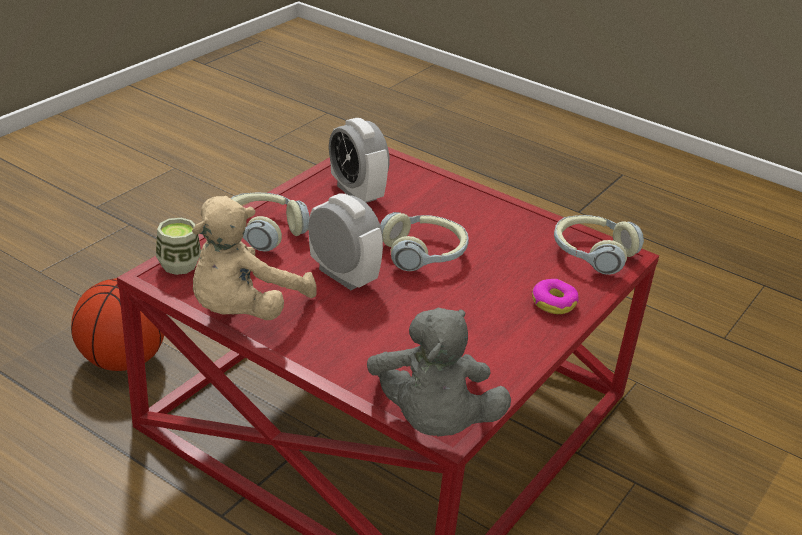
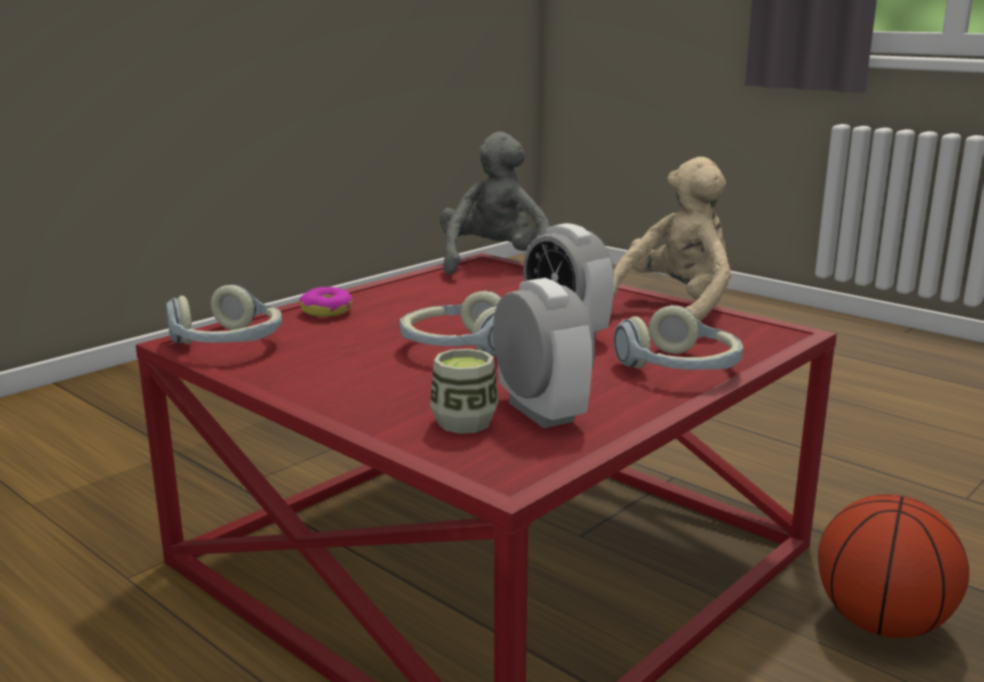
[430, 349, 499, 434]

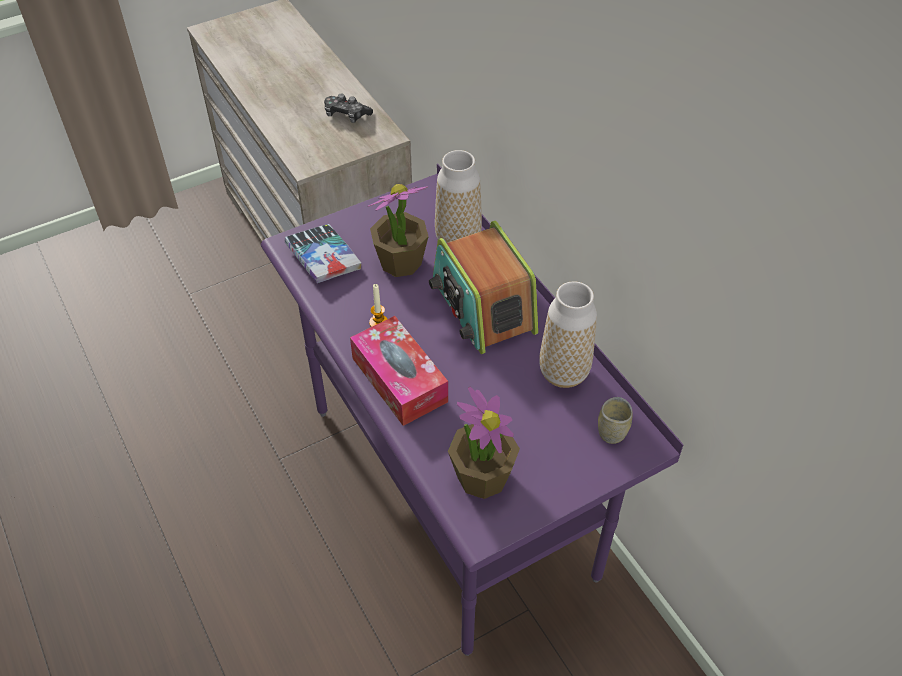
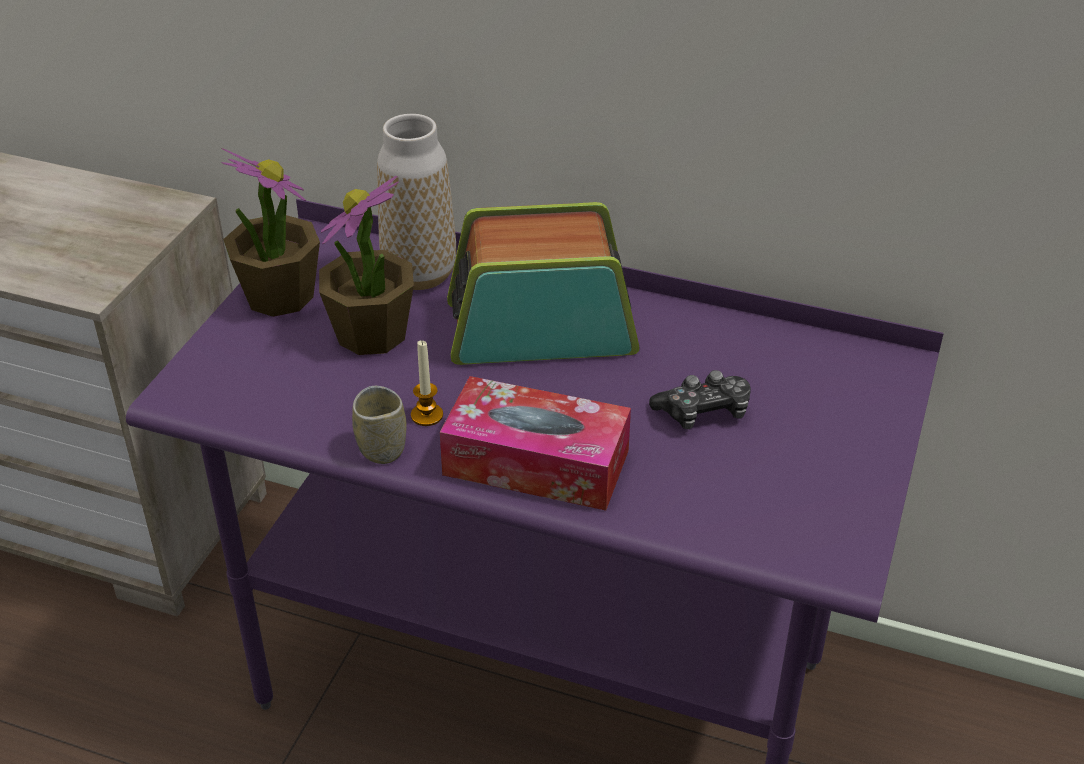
[221, 148, 320, 317]
[352, 386, 407, 464]
[447, 202, 640, 365]
[649, 370, 751, 429]
[285, 224, 362, 283] (first image)
[539, 281, 597, 388] (first image)

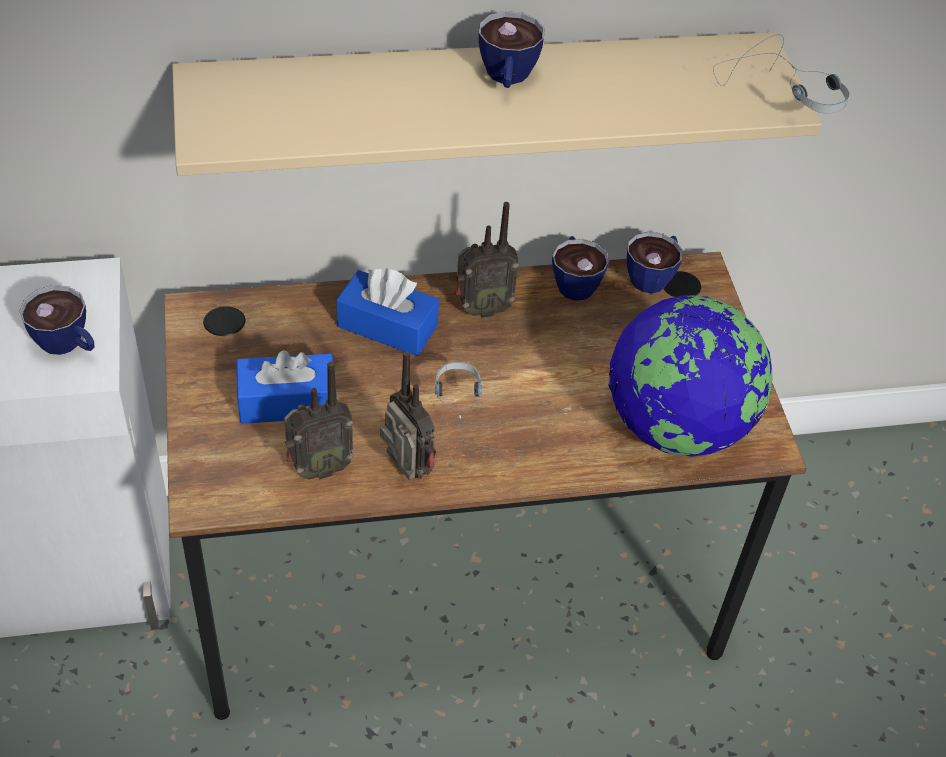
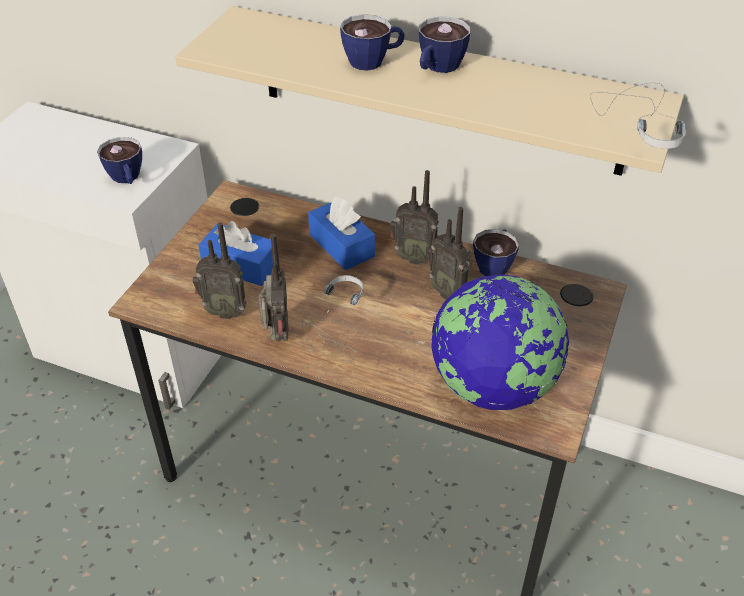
[340, 14, 405, 71]
[428, 207, 472, 300]

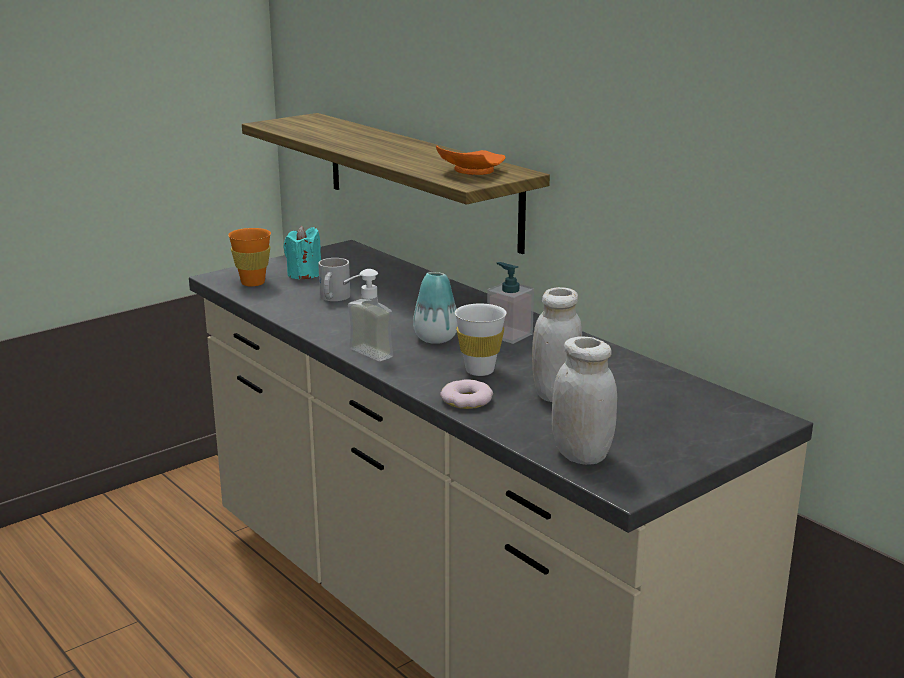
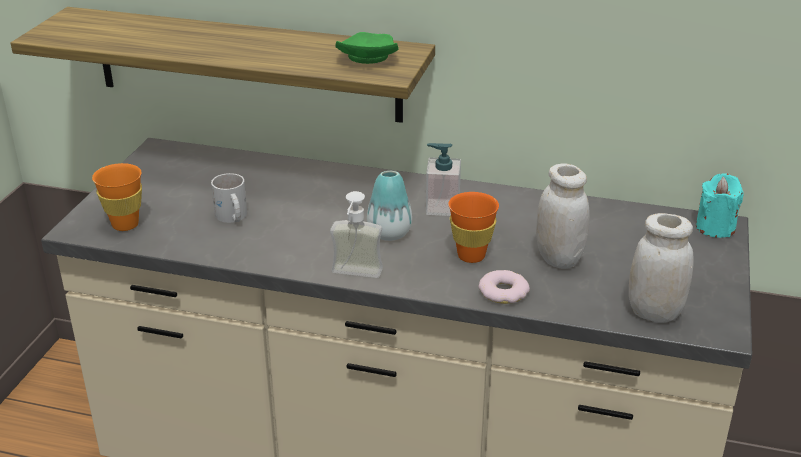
[335, 32, 399, 64]
[448, 192, 499, 263]
[696, 173, 744, 238]

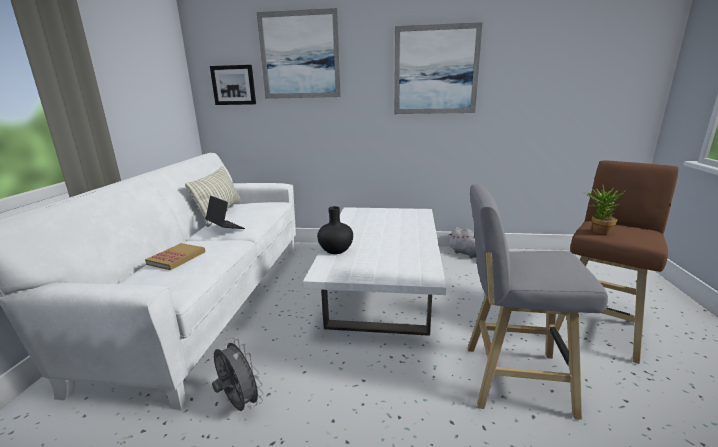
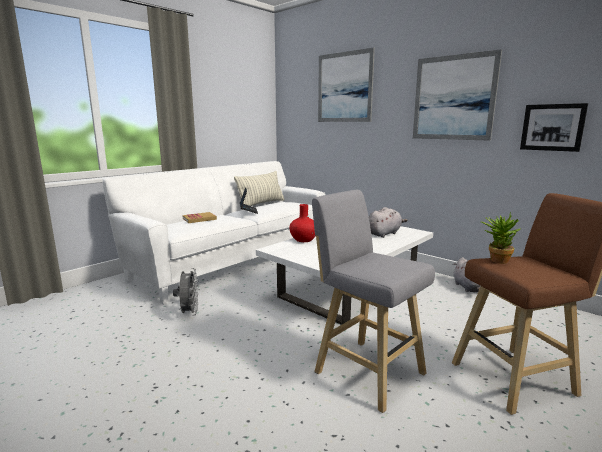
[289, 204, 316, 242]
[369, 207, 408, 238]
[520, 103, 588, 152]

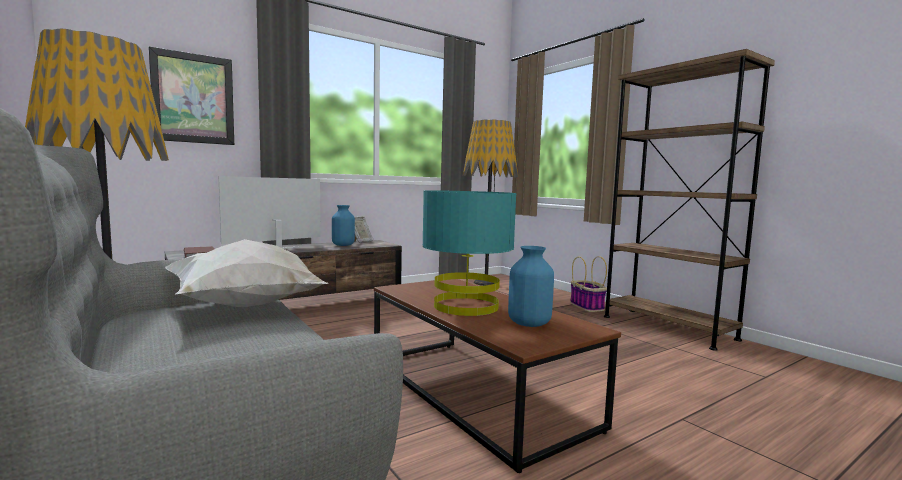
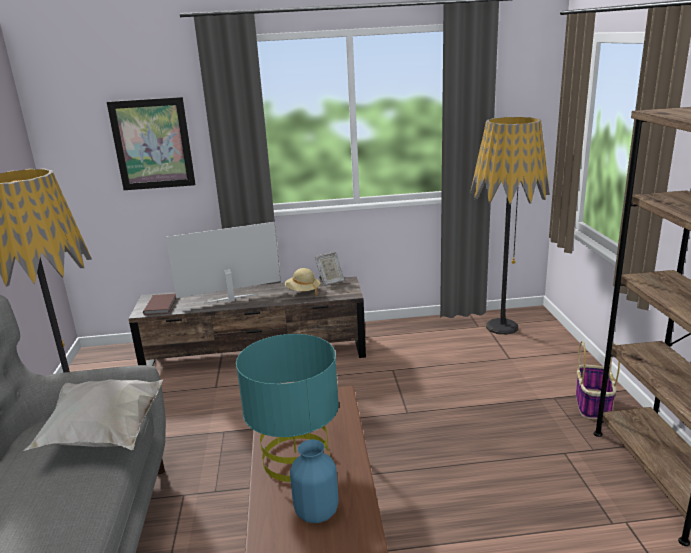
[285, 268, 320, 295]

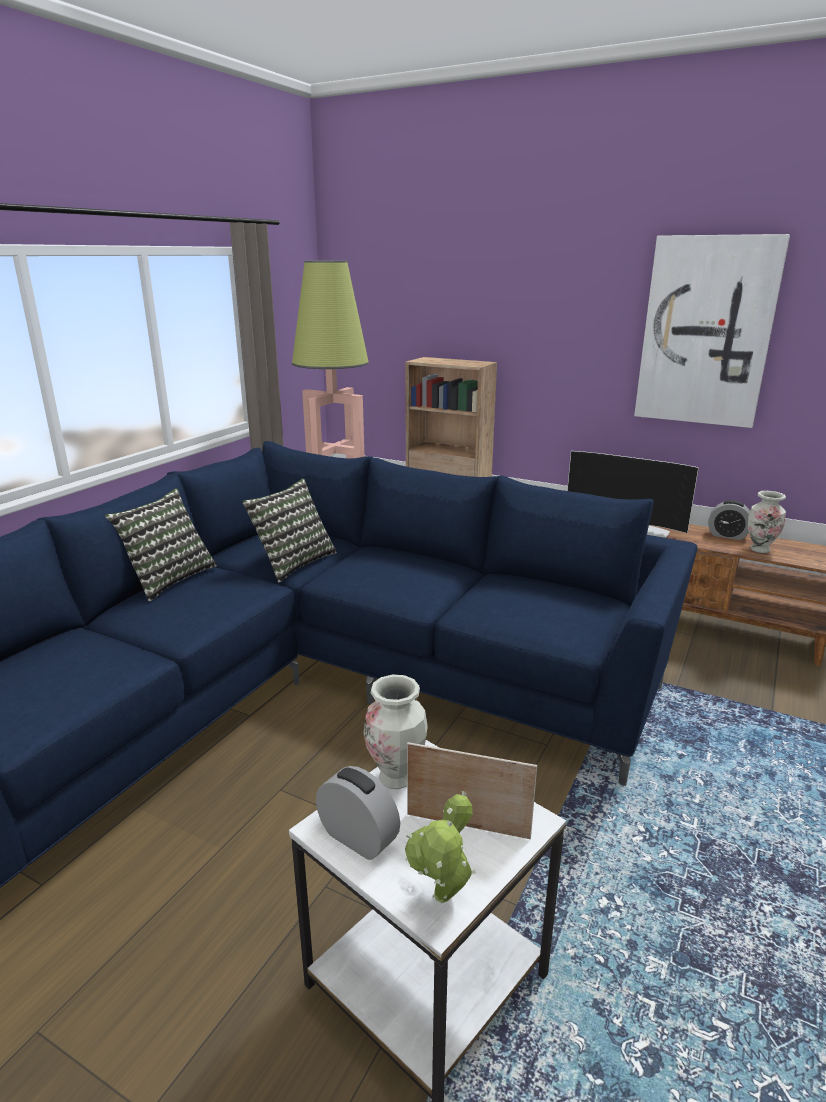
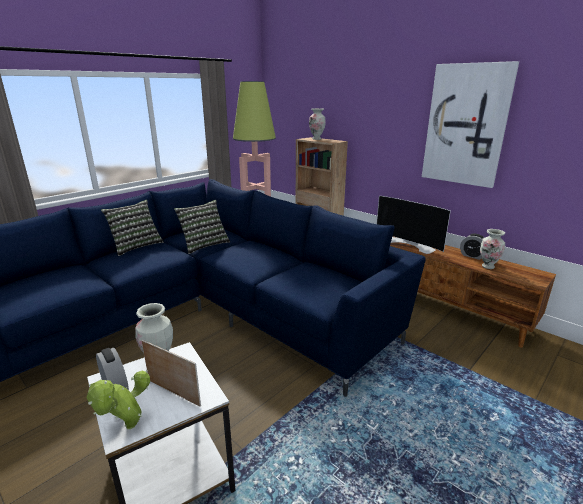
[309, 108, 326, 140]

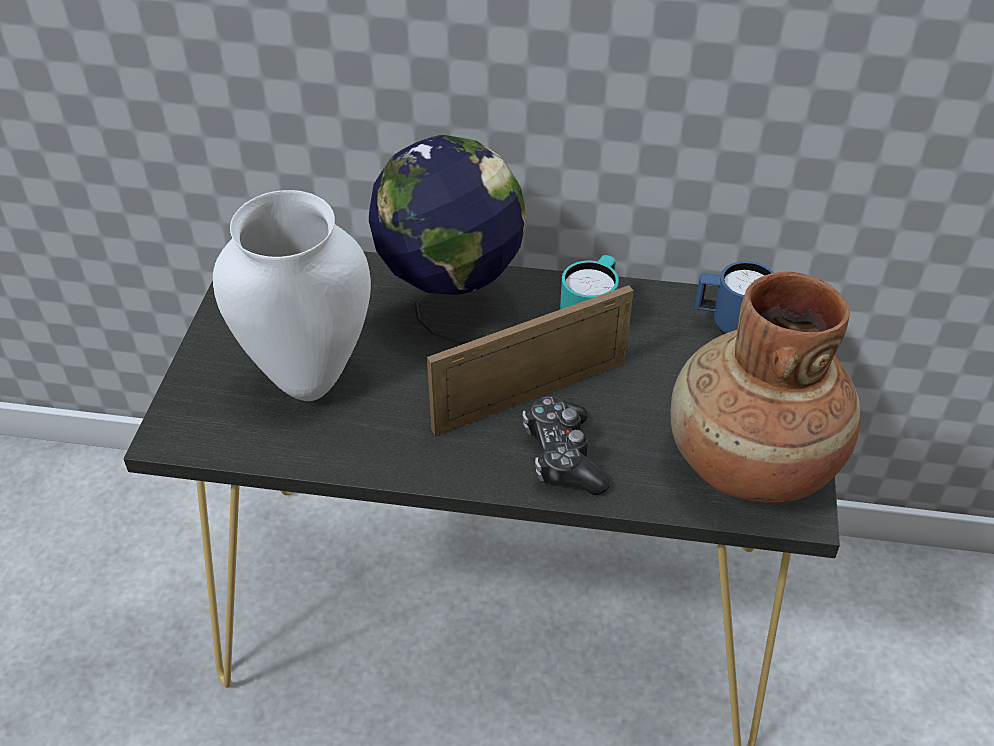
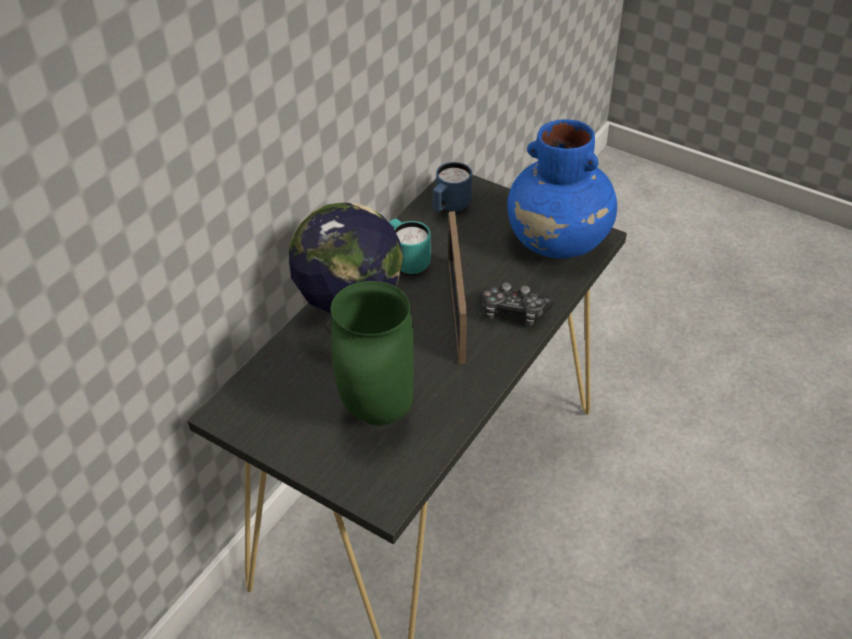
[331, 281, 414, 426]
[507, 119, 617, 258]

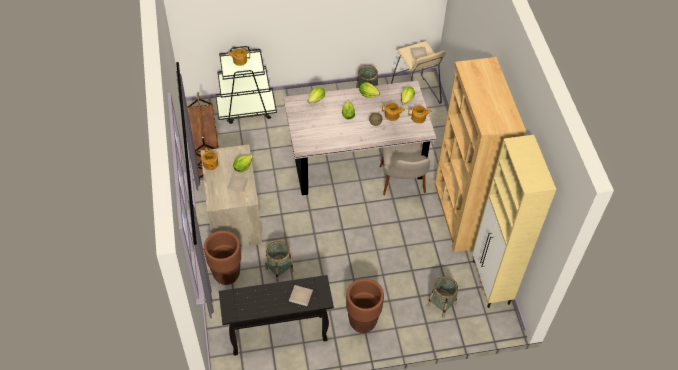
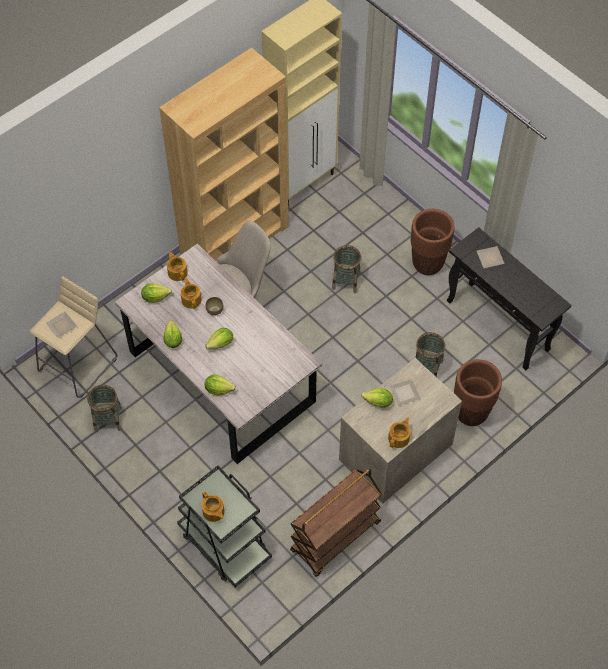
[332, 245, 361, 293]

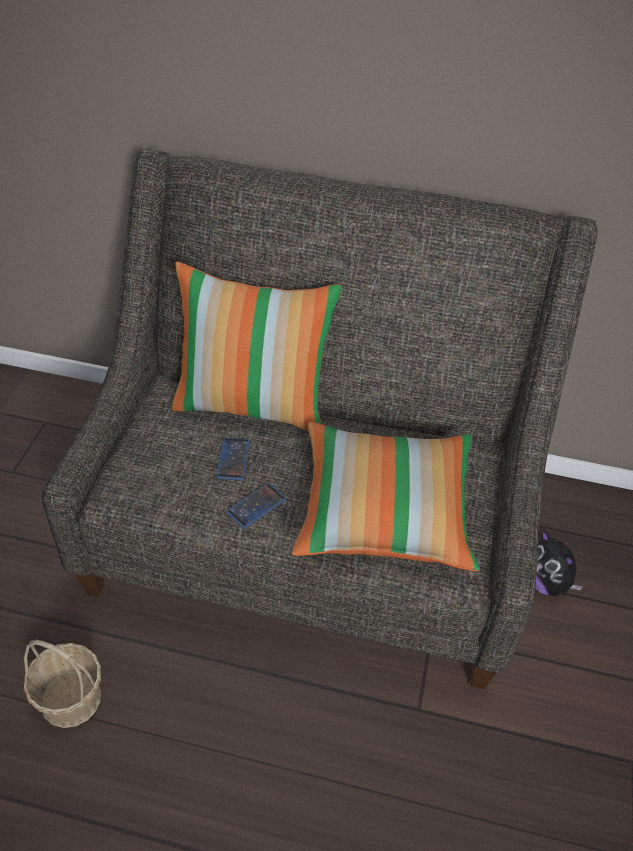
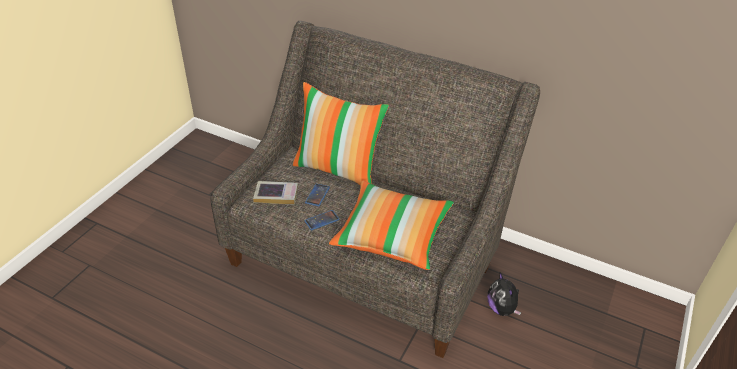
[253, 181, 298, 204]
[24, 640, 101, 728] (first image)

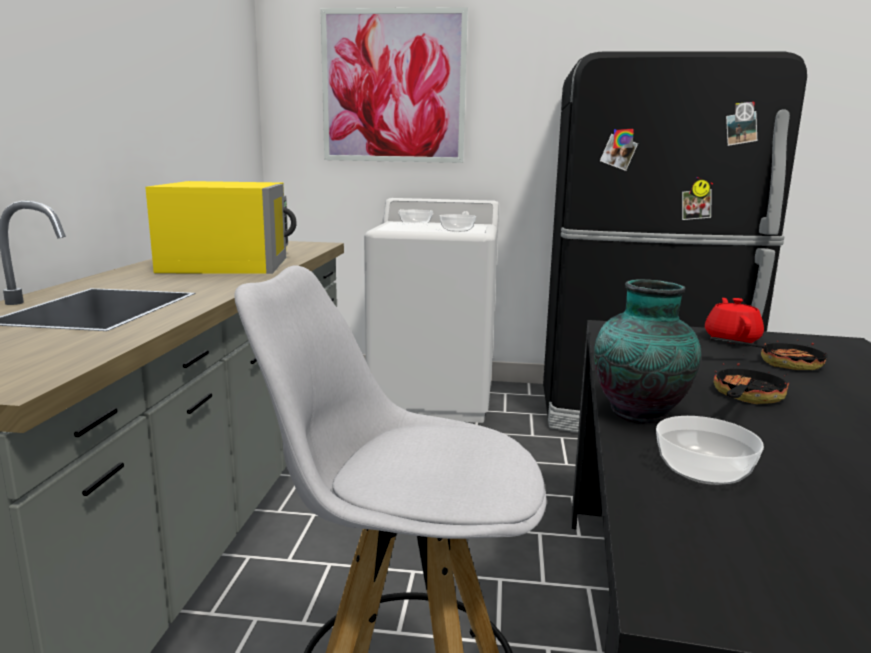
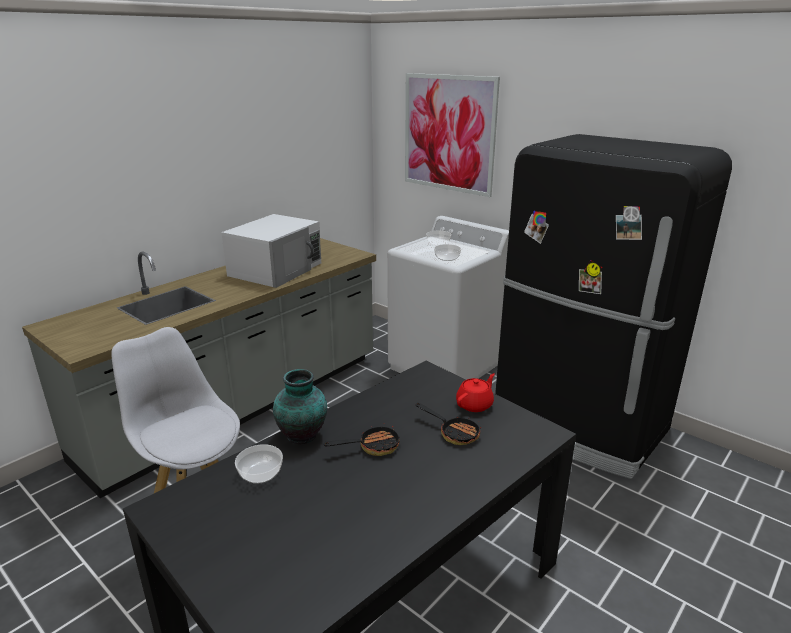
[221, 214, 321, 288]

